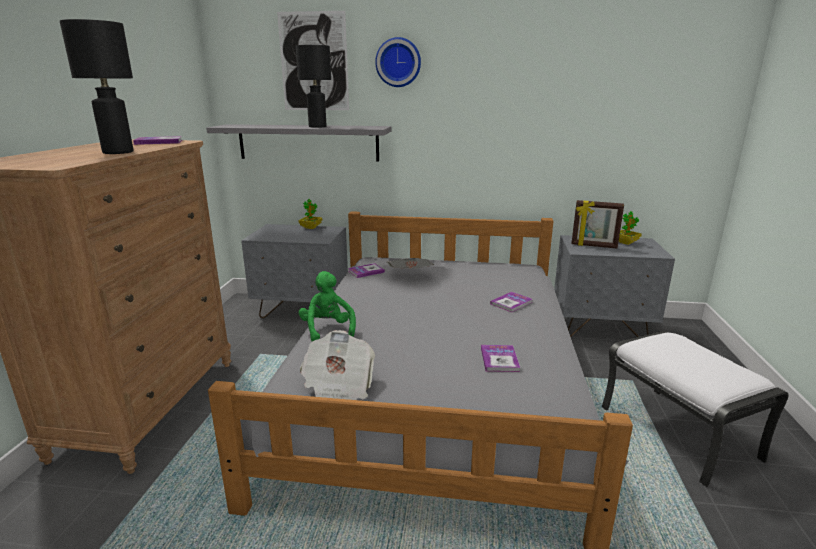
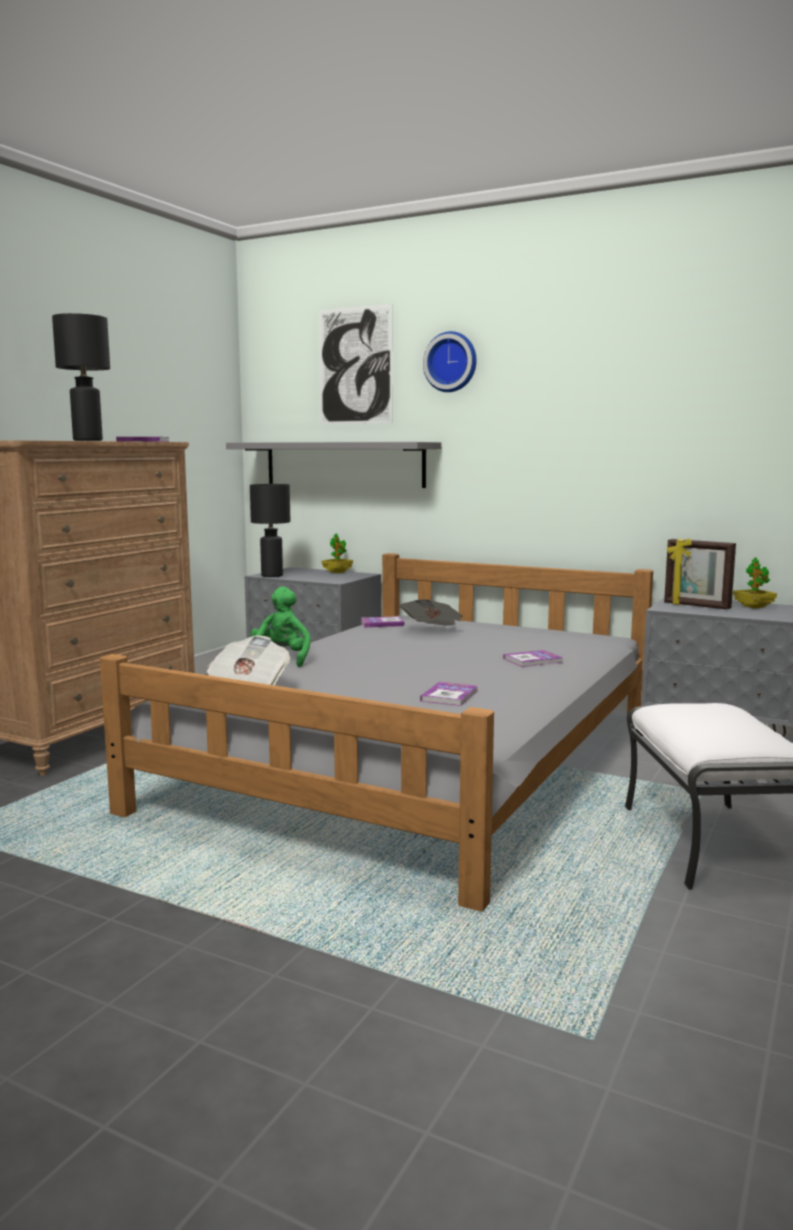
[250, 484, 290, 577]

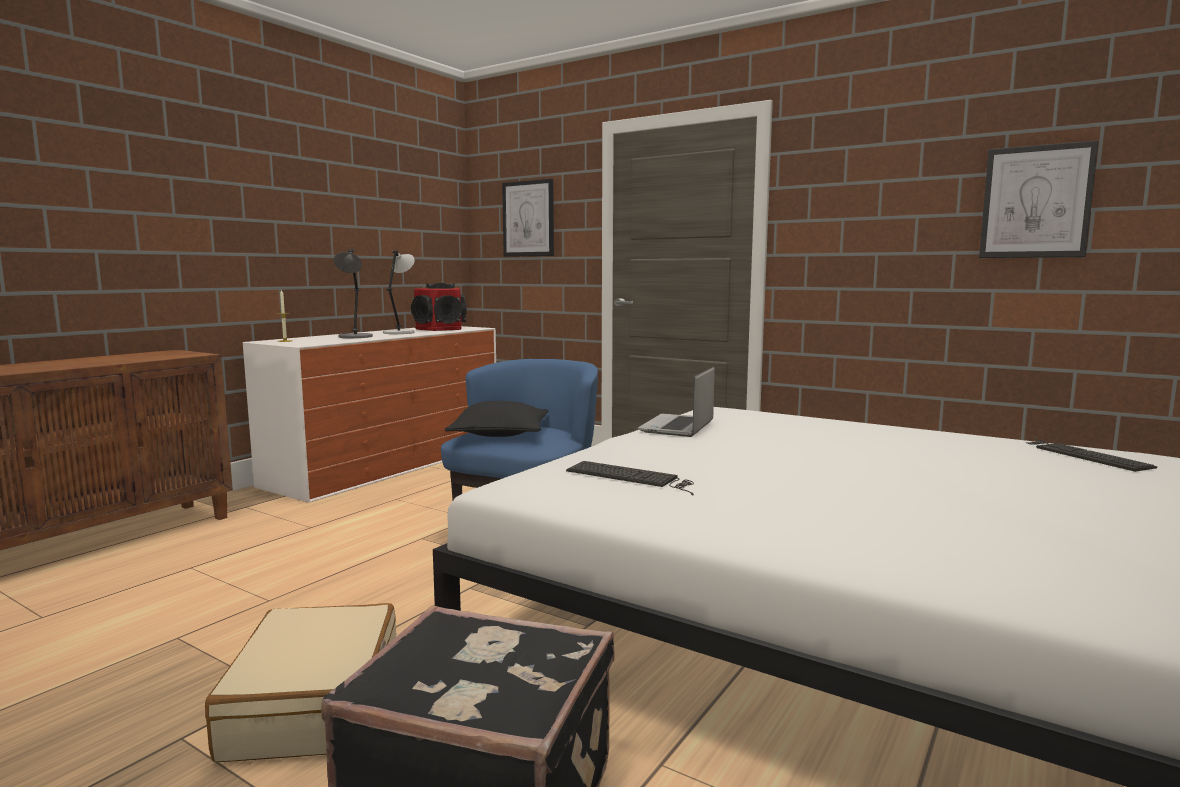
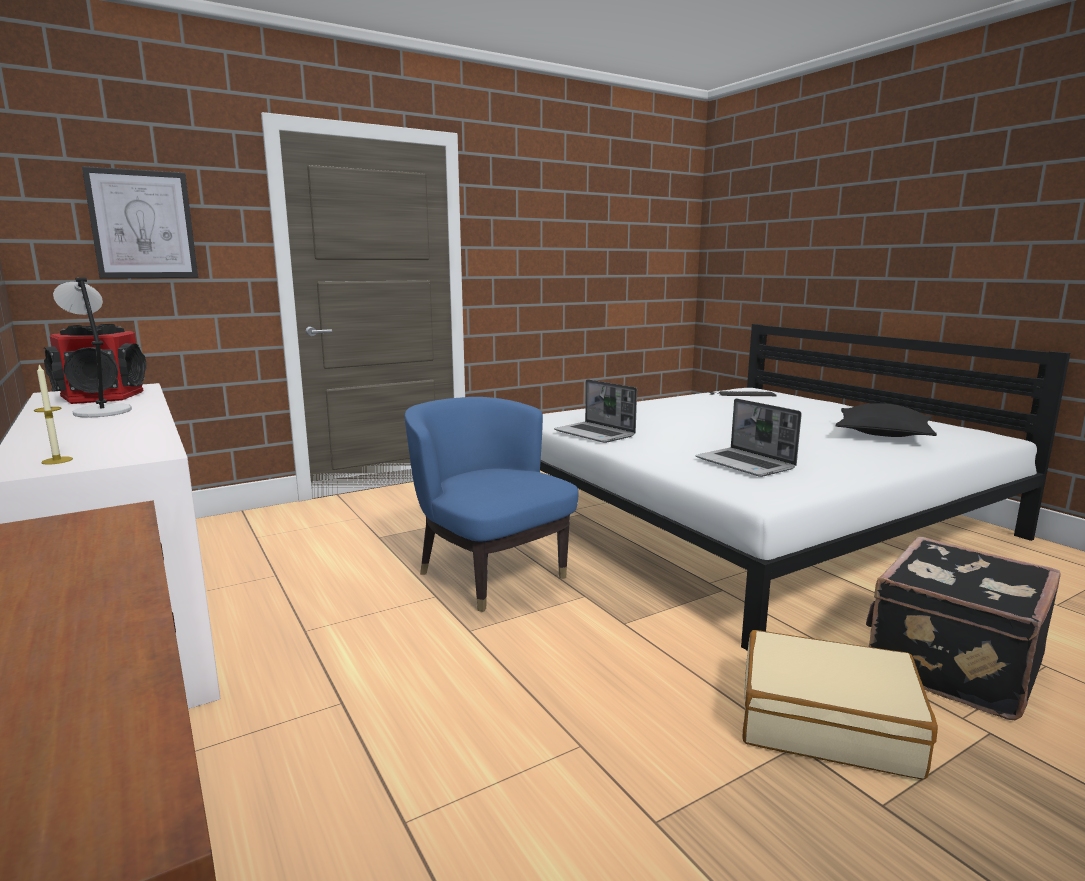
[695, 398, 802, 477]
[835, 403, 937, 437]
[334, 249, 373, 338] (first image)
[979, 140, 1099, 258] (first image)

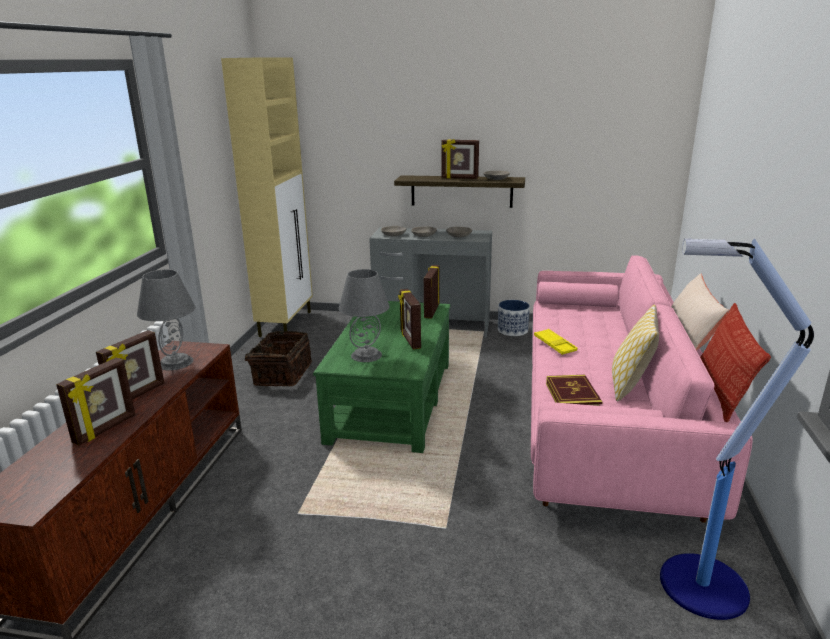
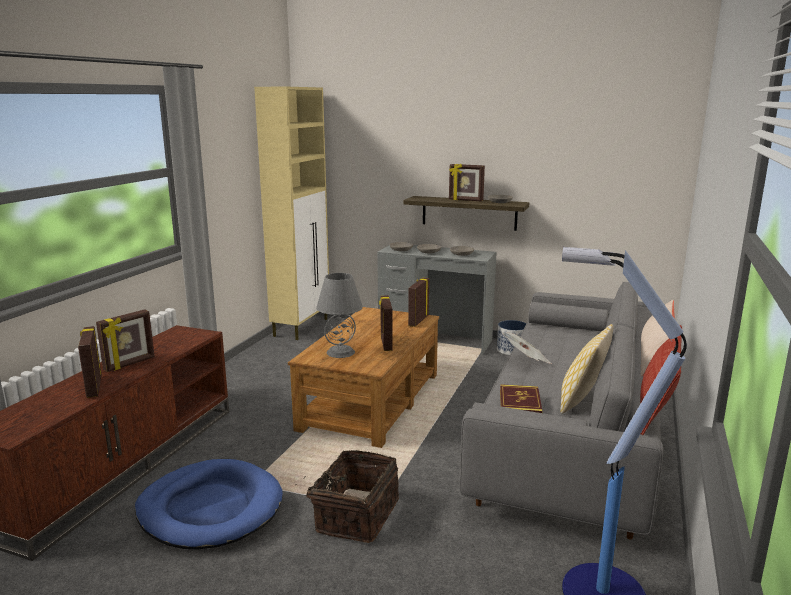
[78, 326, 102, 398]
[135, 459, 283, 549]
[288, 307, 439, 448]
[305, 450, 399, 543]
[460, 282, 663, 540]
[501, 332, 552, 364]
[137, 269, 195, 370] (first image)

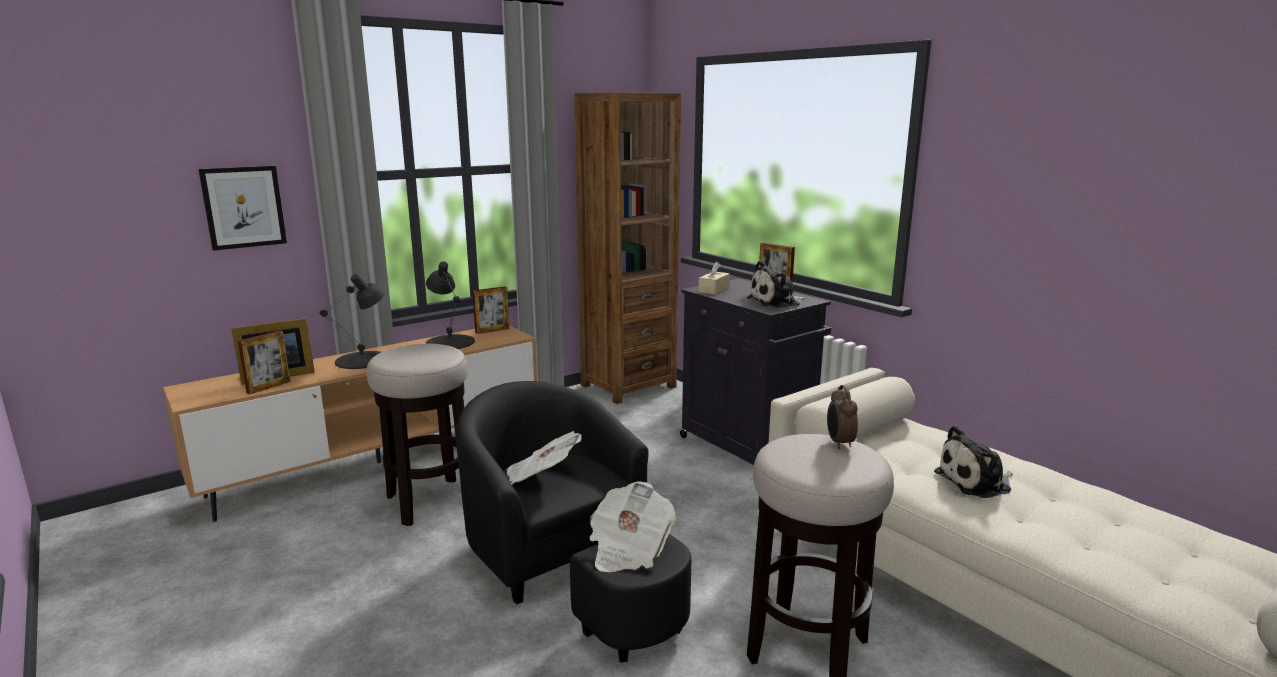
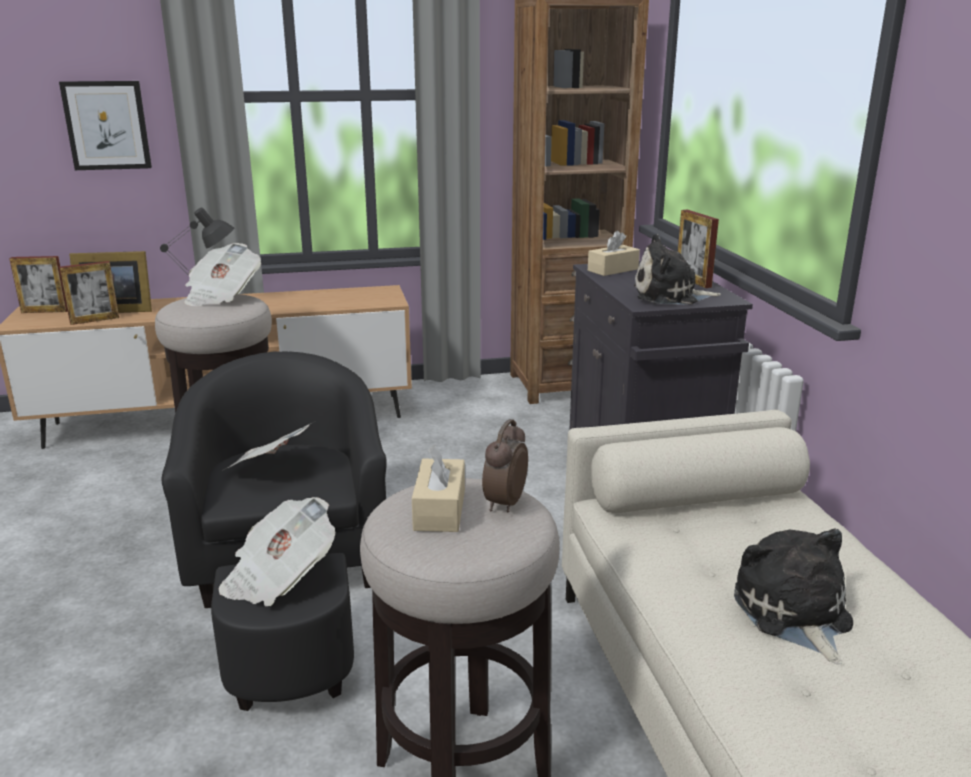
[9, 256, 68, 313]
[184, 243, 261, 306]
[412, 445, 465, 532]
[734, 528, 853, 664]
[426, 262, 475, 349] (first image)

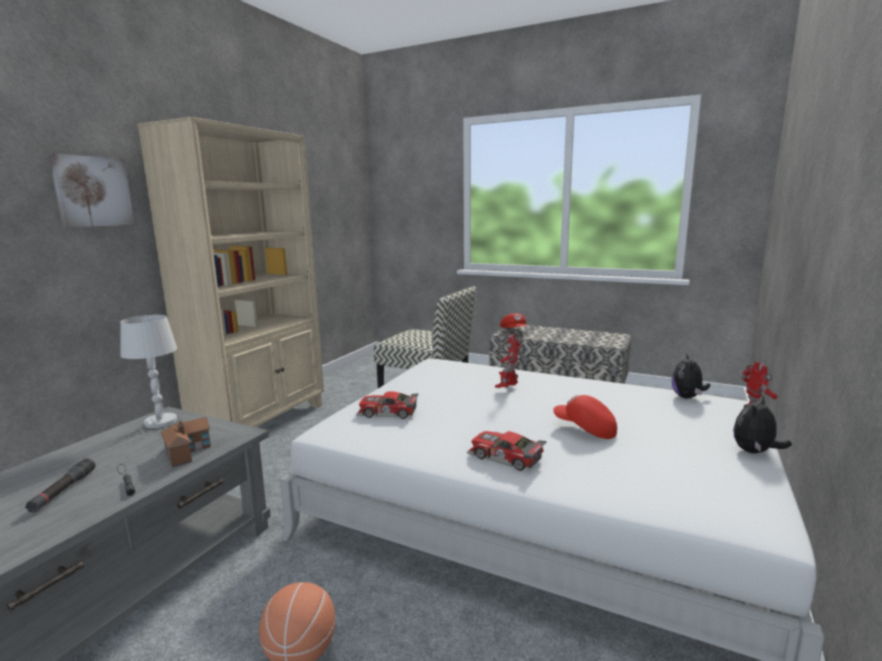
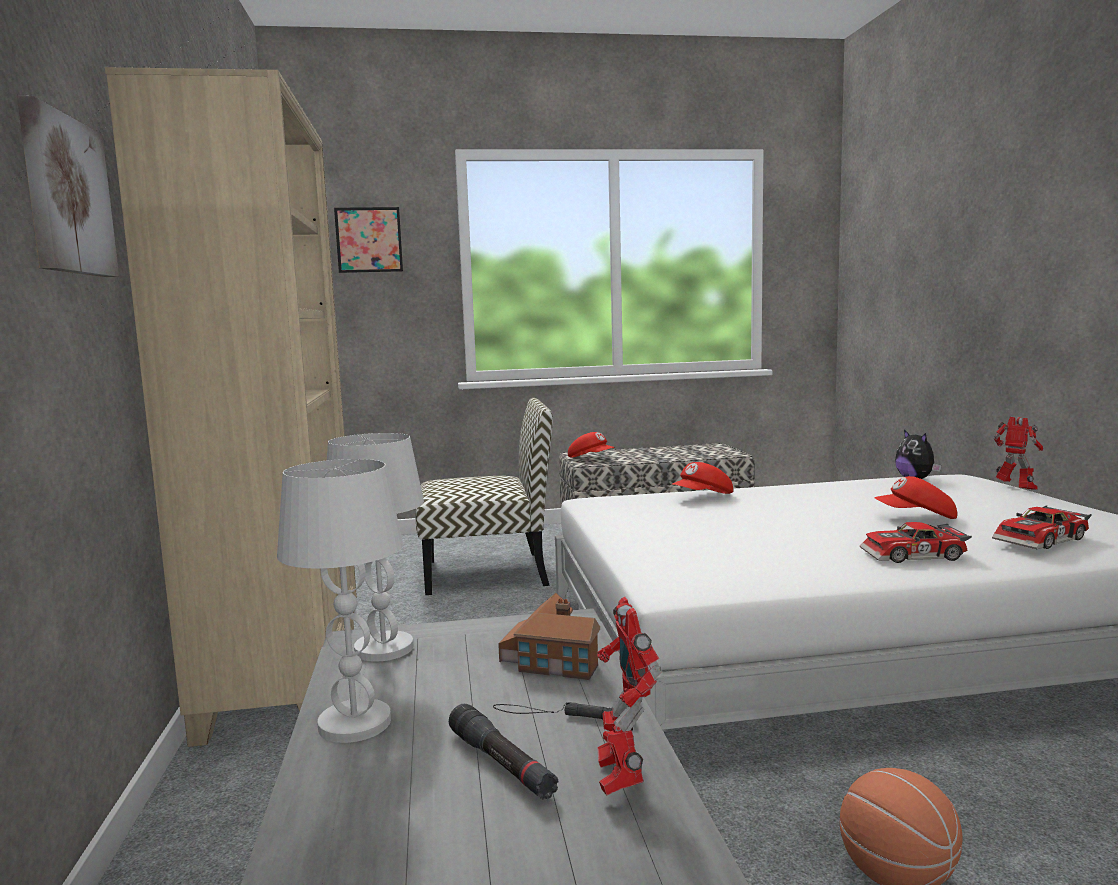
[277, 459, 403, 743]
[334, 207, 403, 273]
[597, 597, 662, 795]
[672, 462, 733, 494]
[992, 505, 1092, 549]
[733, 396, 792, 454] (first image)

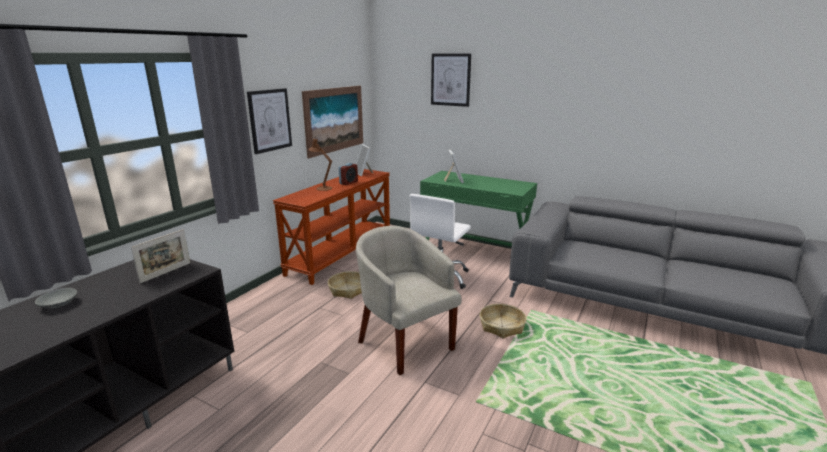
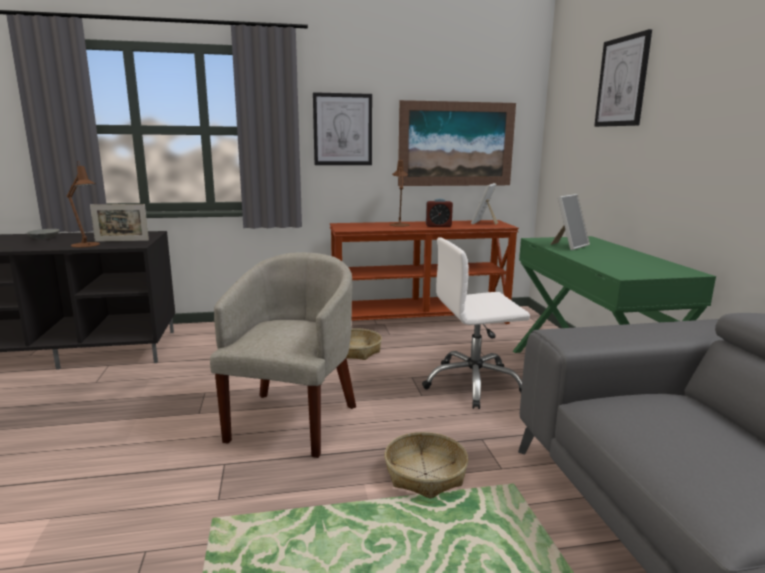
[67, 161, 100, 248]

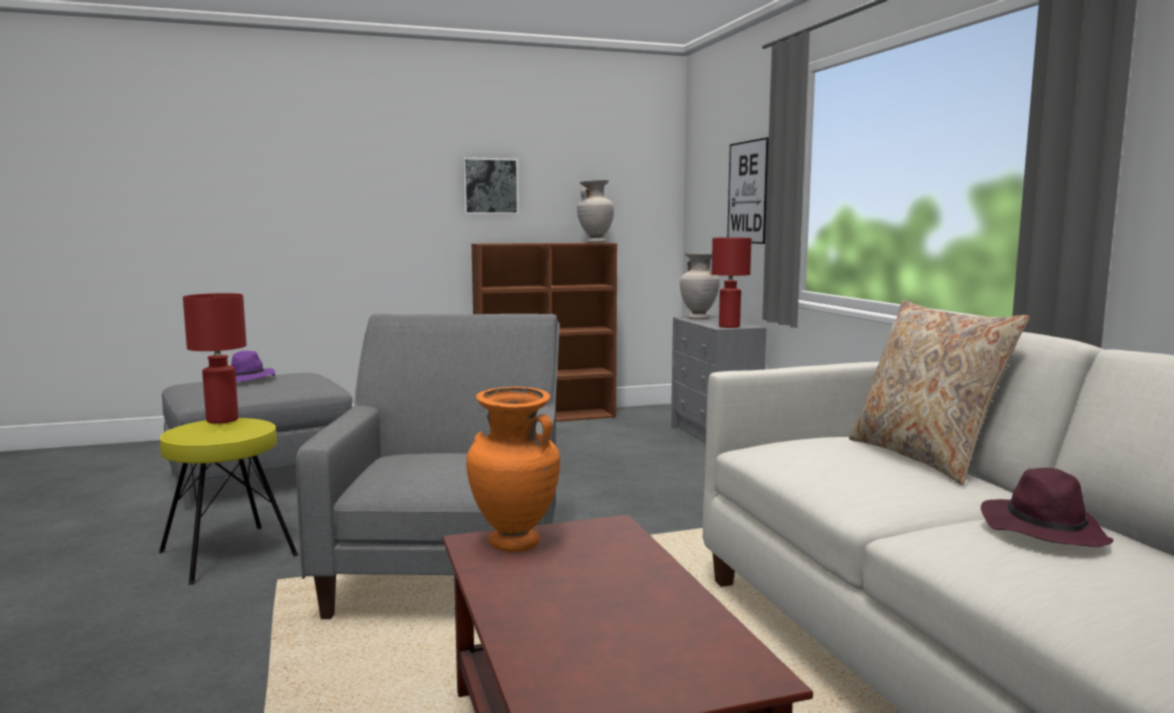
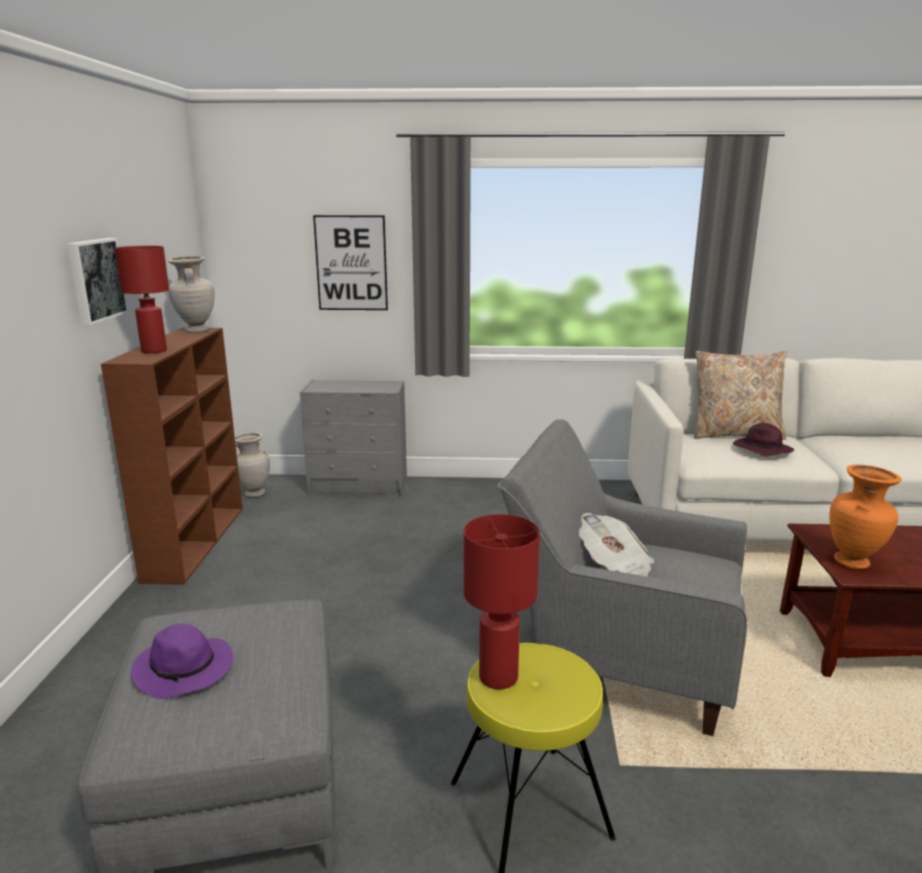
[114, 246, 169, 354]
[235, 433, 270, 497]
[579, 513, 654, 577]
[733, 423, 794, 457]

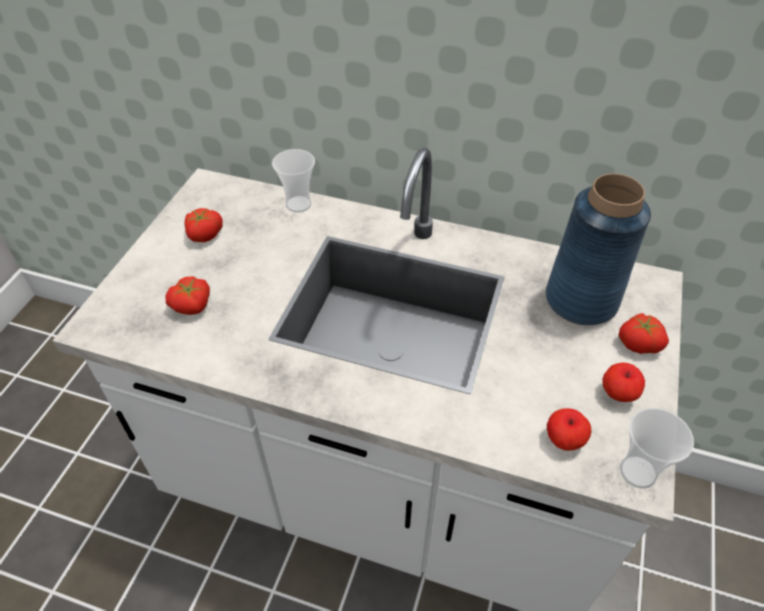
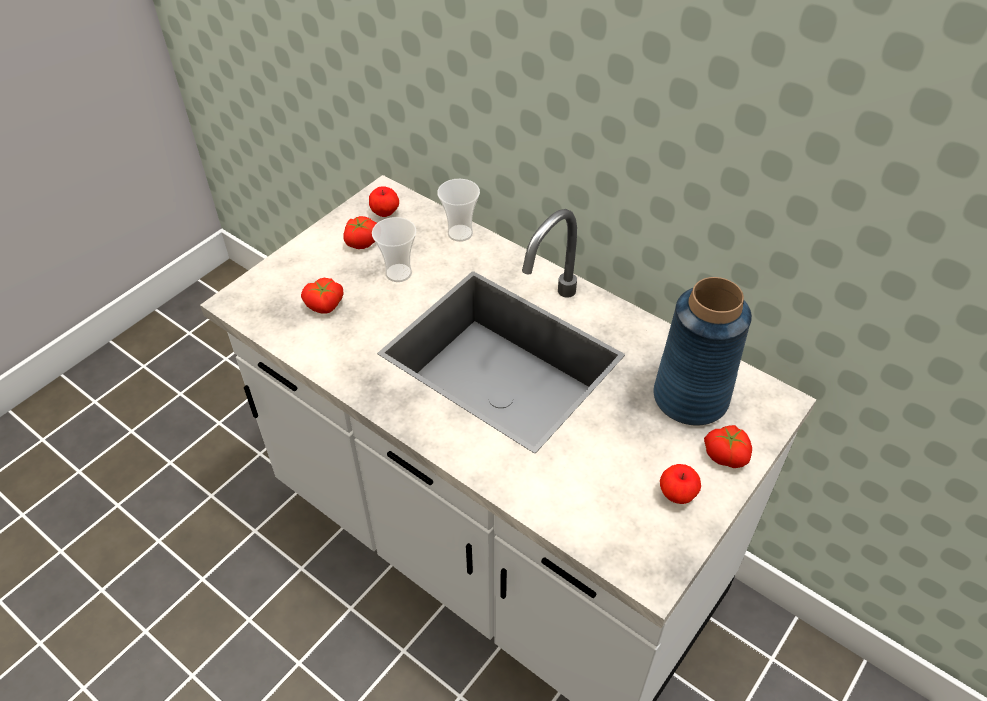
[369, 186, 399, 217]
[372, 217, 416, 282]

